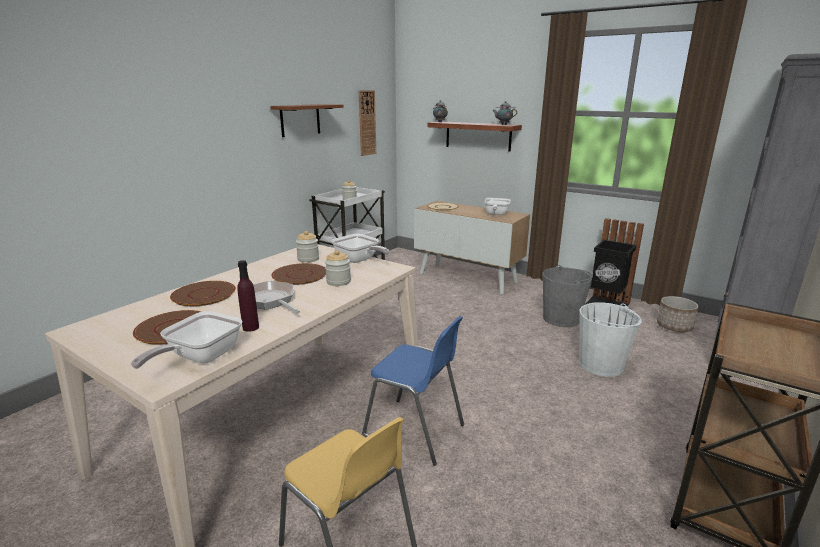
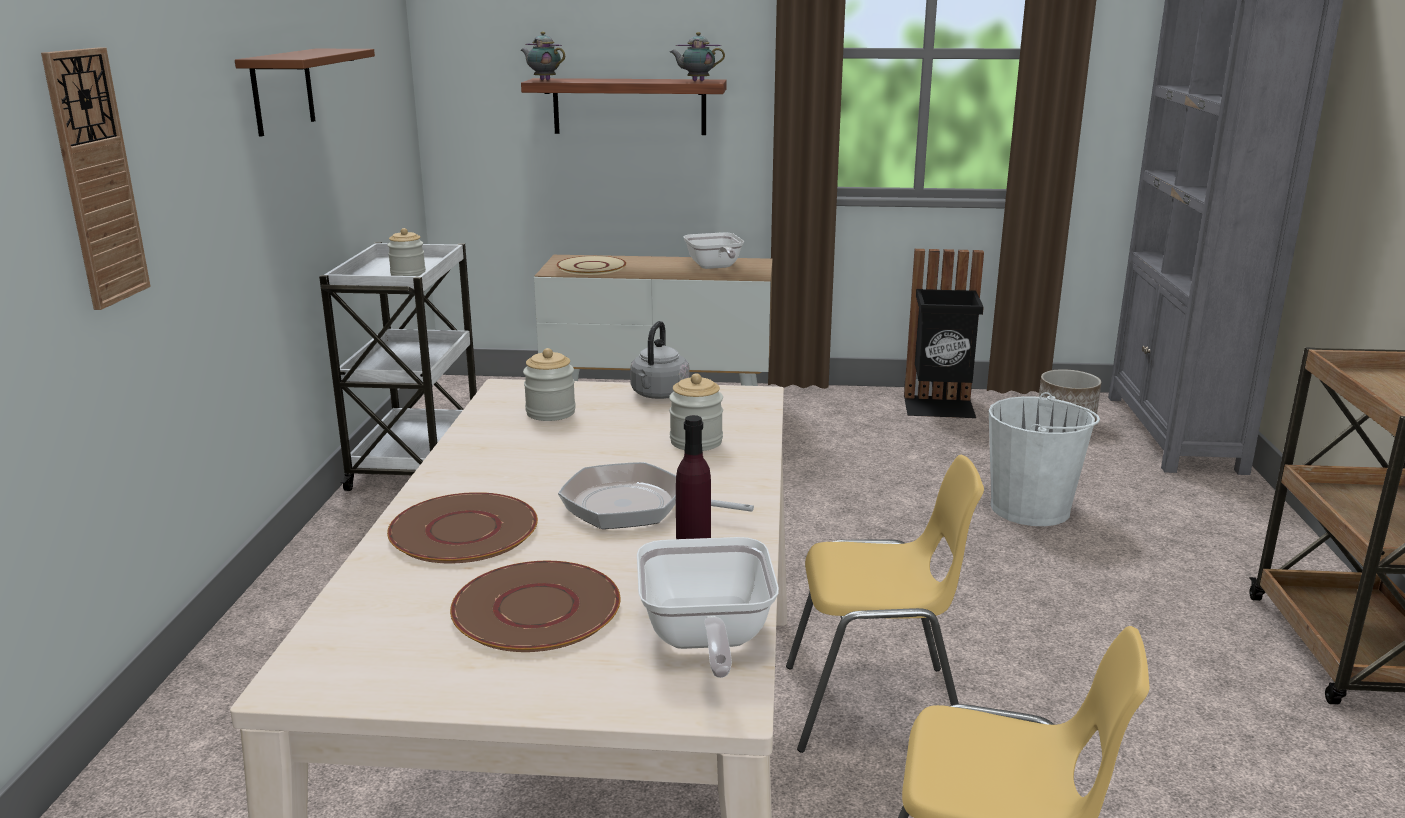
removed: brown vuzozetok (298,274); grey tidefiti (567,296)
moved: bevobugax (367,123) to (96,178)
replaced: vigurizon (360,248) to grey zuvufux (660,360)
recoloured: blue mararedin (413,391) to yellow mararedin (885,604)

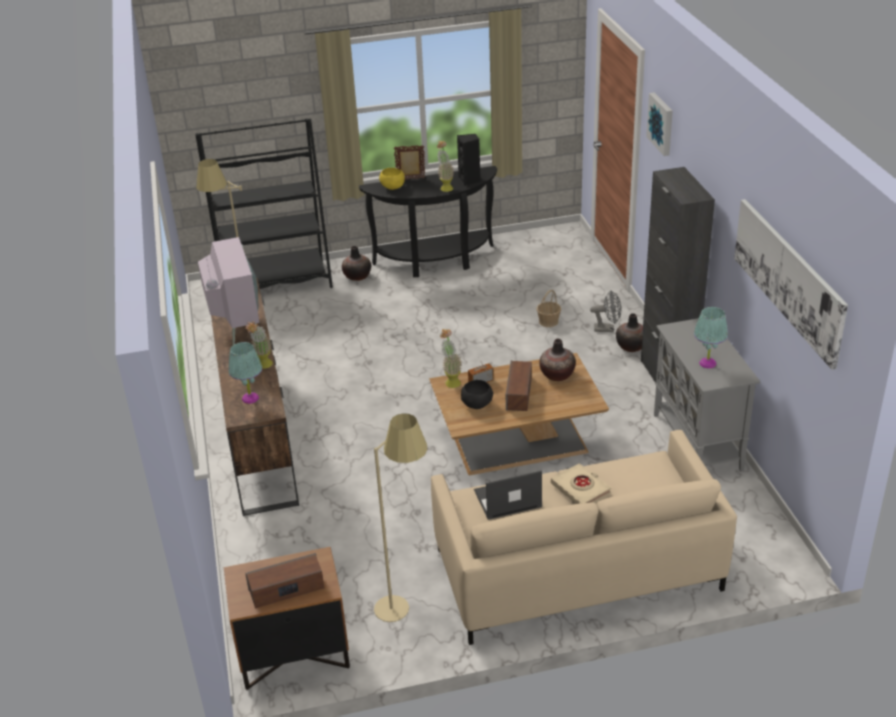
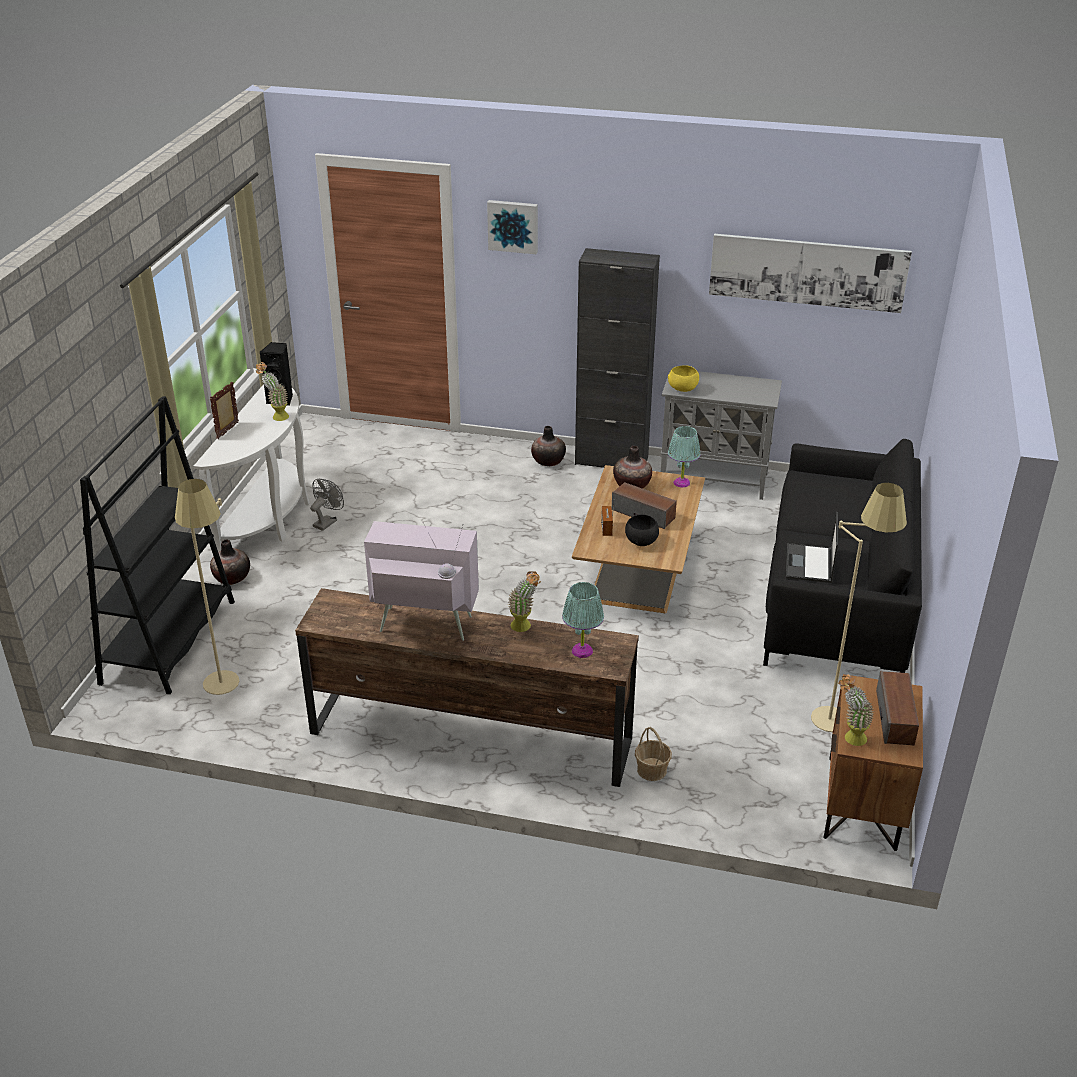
removed: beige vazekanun (581,483)
moved: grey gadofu (605,311) to (327,505); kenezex (549,308) to (653,754); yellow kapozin (392,179) to (683,378); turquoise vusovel (711,338) to (684,457); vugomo (451,358) to (856,710)
recoloured: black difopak (428,221) to white difopak (252,468); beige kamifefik (584,537) to black kamifefik (842,556)

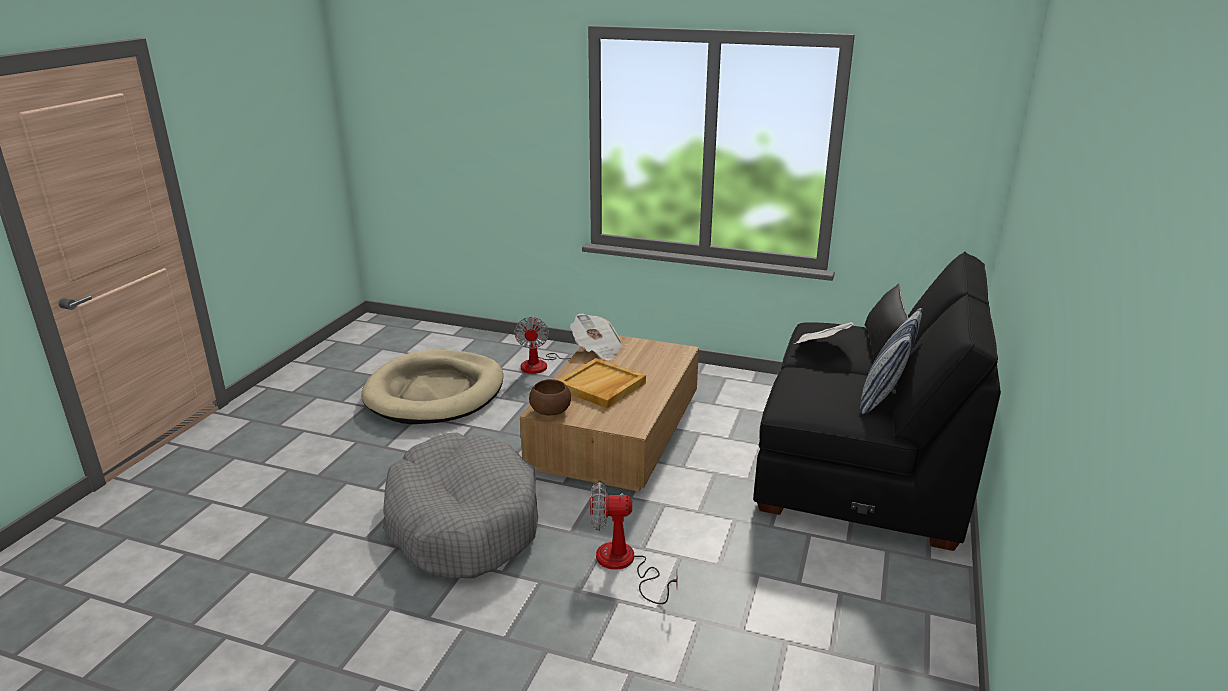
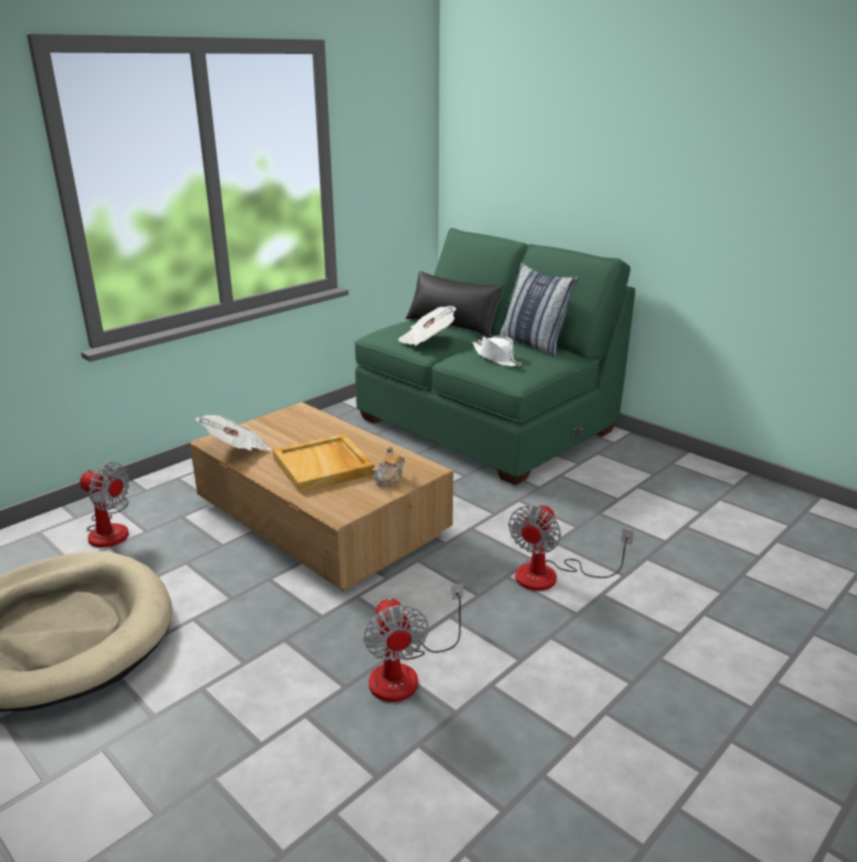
removed: brown kapozin (550,397)
added: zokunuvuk (389,466); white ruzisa (497,351)
replaced: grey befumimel (460,505) to gadofu (413,643)
recoloured: black kamifefik (877,401) to green kamifefik (494,356)

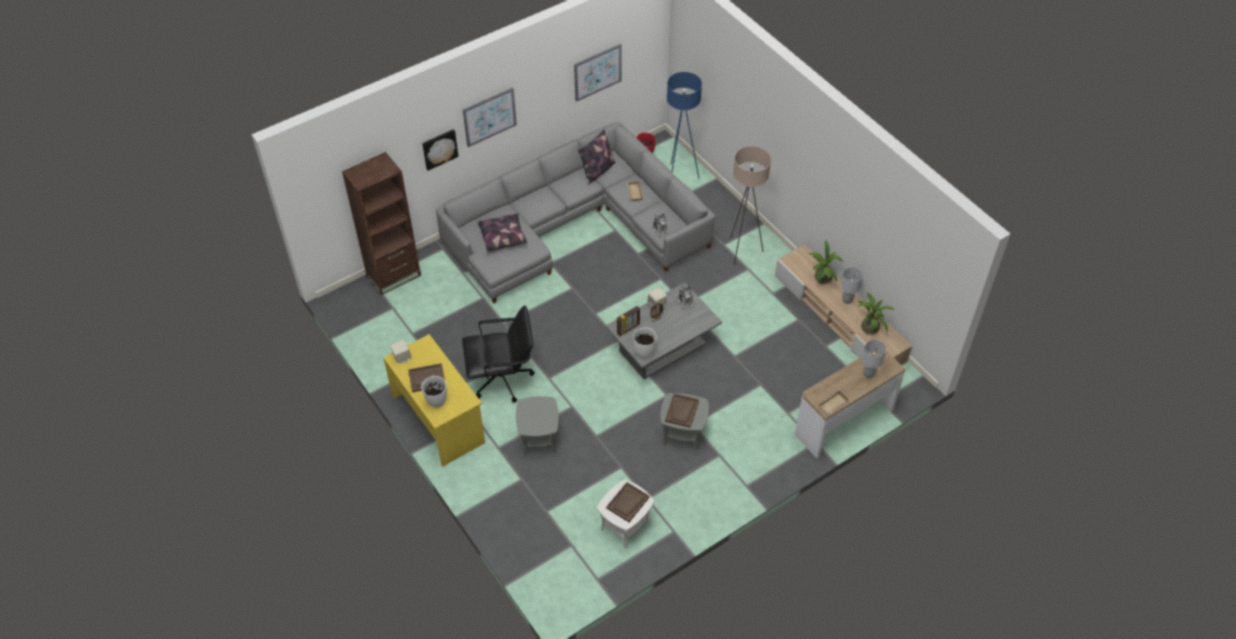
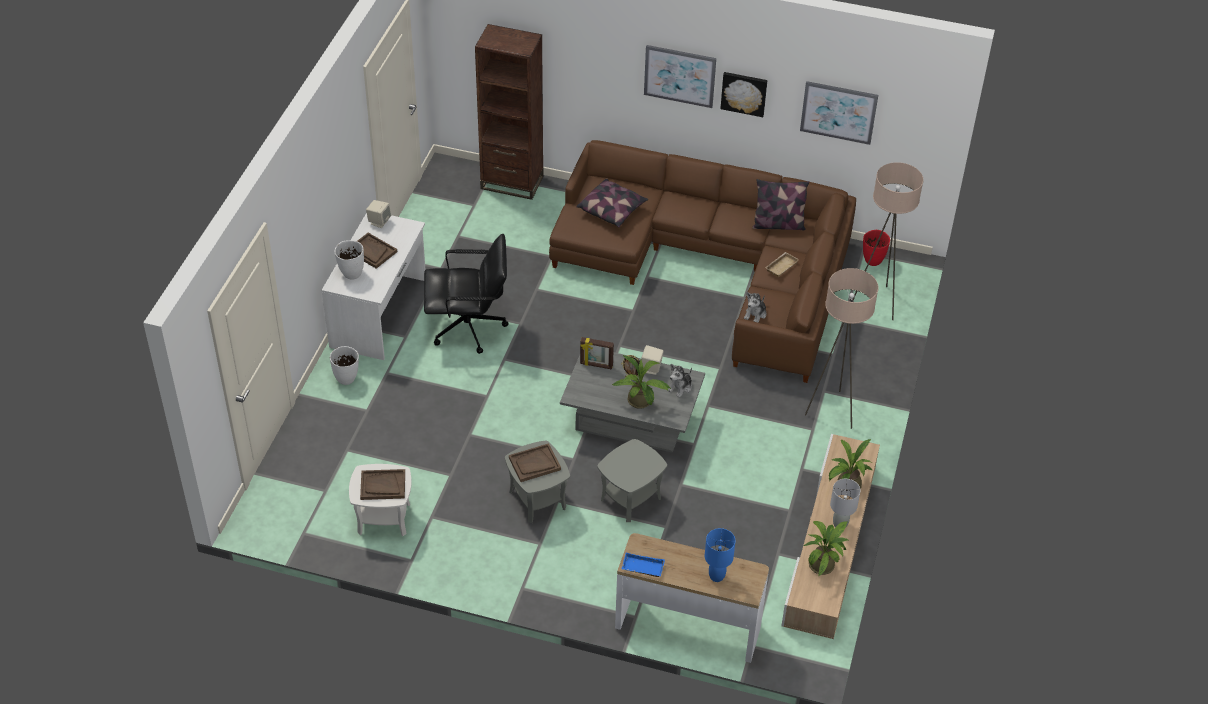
added: vugomo (641,382)
moved: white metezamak (645,343) to (344,365); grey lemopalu (537,425) to (632,480); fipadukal (440,150) to (743,94)
recoloured: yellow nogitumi (434,400) to white nogitumi (374,286); grey kamifefik (575,212) to brown kamifefik (702,261); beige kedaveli (834,402) to blue kedaveli (643,564); grey vusovel (874,359) to blue vusovel (720,555); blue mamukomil (684,125) to beige mamukomil (888,241)
turned: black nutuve (498,353) = (466,293) 45 degrees counterclockwise

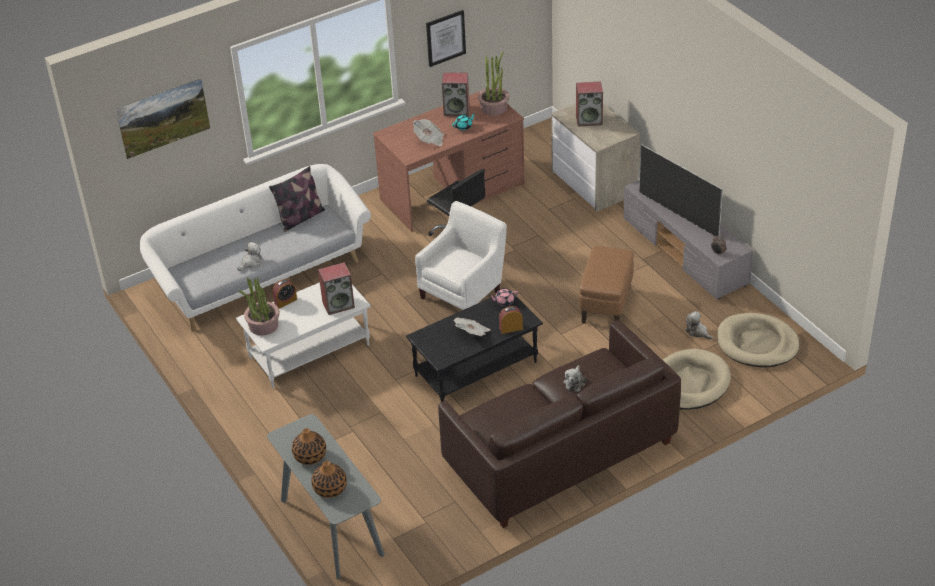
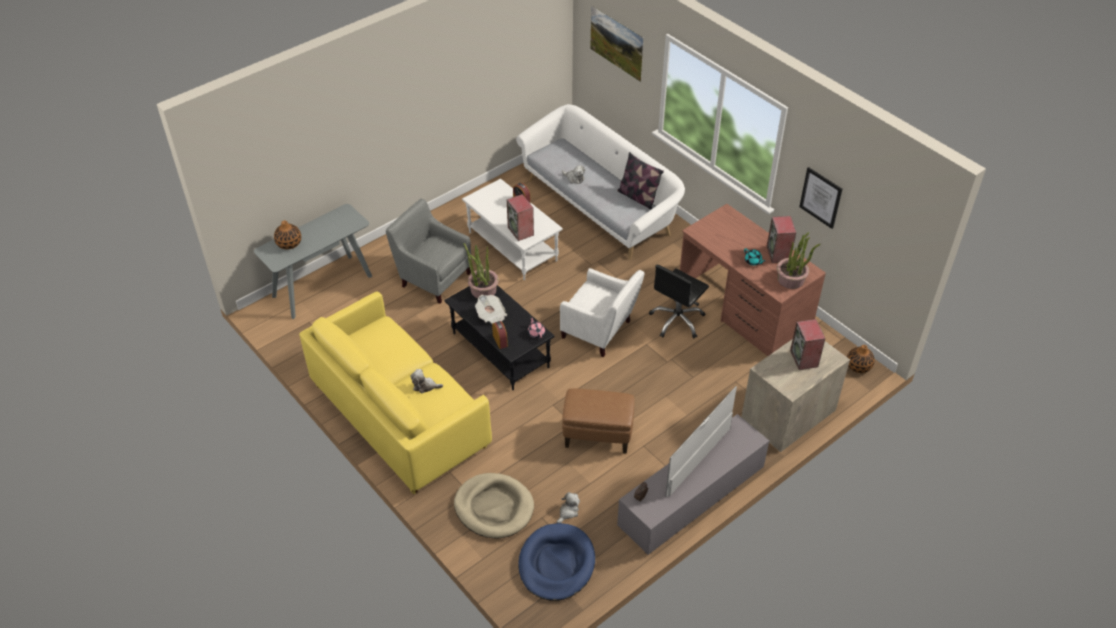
removed: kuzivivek (428,132)
added: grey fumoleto (429,251)
moved: vugomo (259,306) to (481,270); metezamak (309,446) to (861,359)
recoloured: brown kamifefik (559,424) to yellow kamifefik (395,392); beige befumimel (758,340) to blue befumimel (557,562)

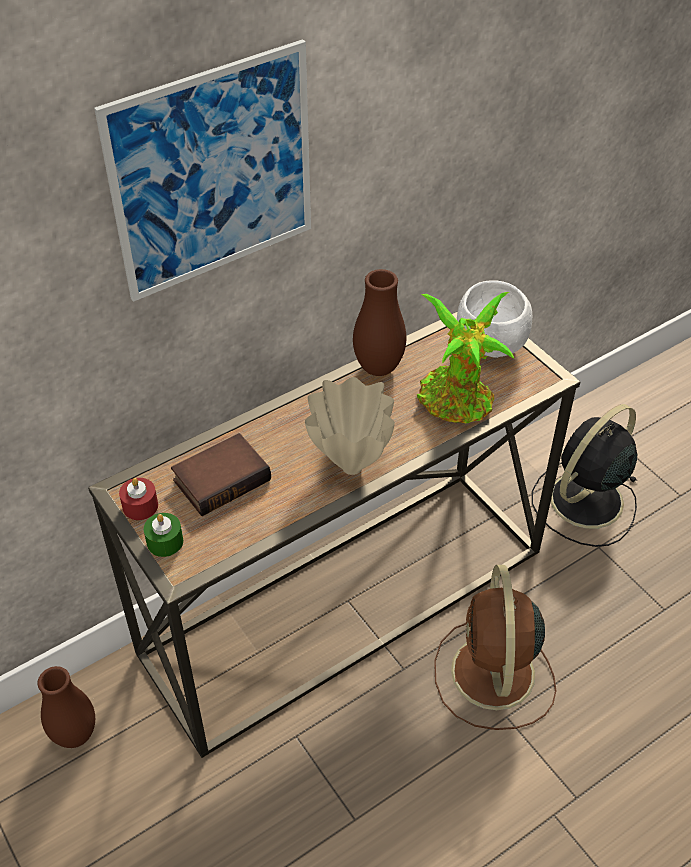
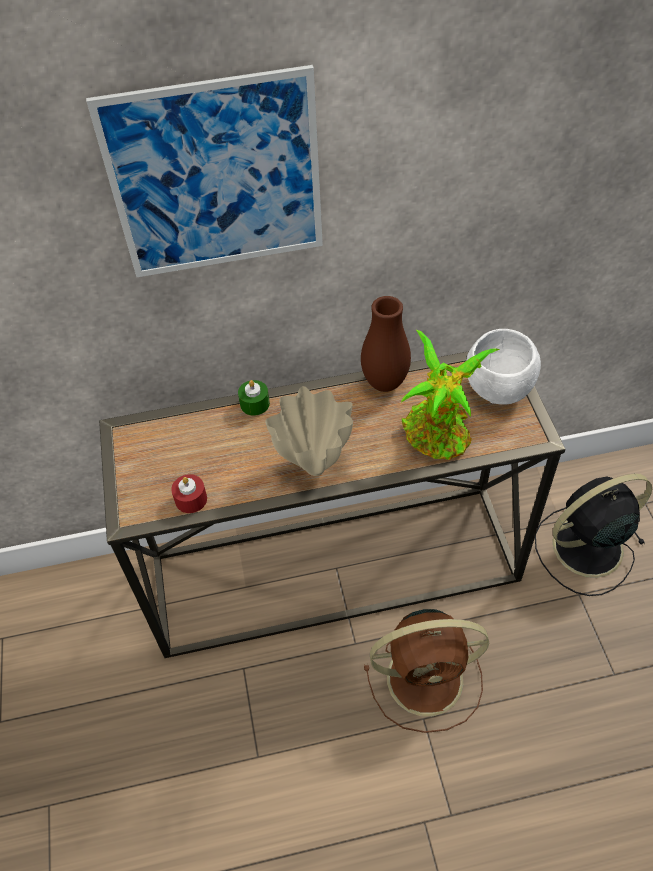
removed: brown metezamak (66,707); vazekanun (221,474)
moved: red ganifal (138,499) to (189,493); green ganifal (163,535) to (254,398)
turned: brown gadofu (495,647) = (426,671) 120 degrees counterclockwise

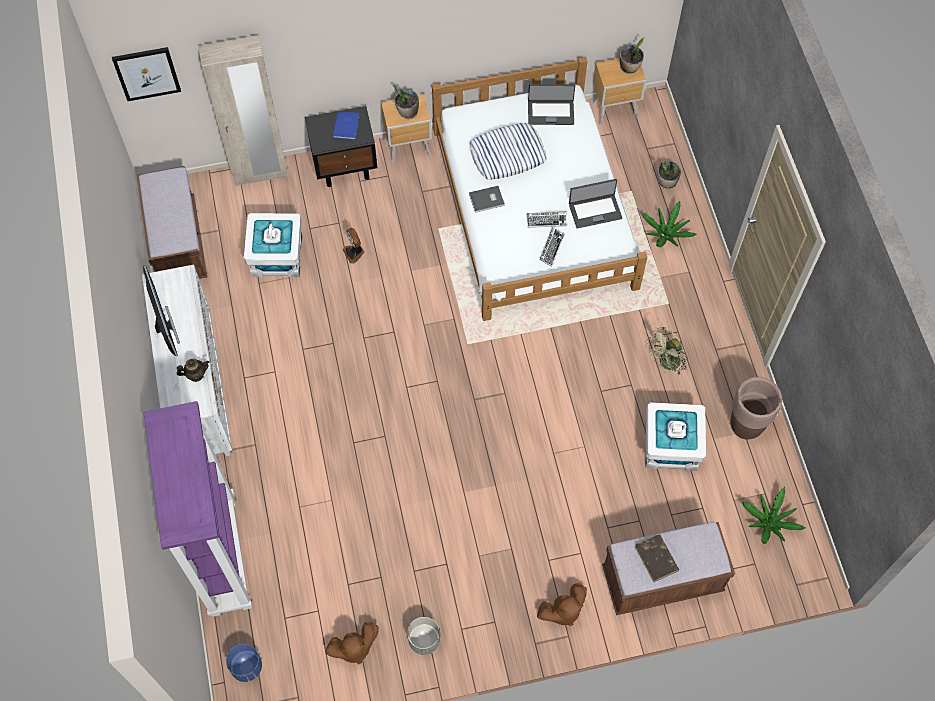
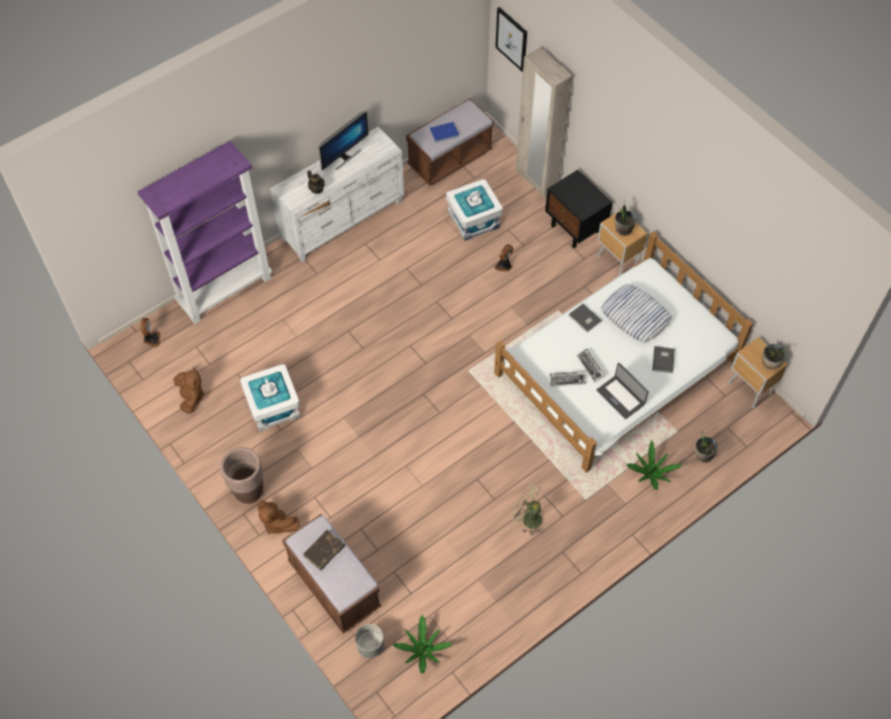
removed: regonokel (551,104)
added: grey vazekanun (663,359)
moved: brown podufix (756,408) to (242,475); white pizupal (675,436) to (270,398); grey podufix (423,636) to (369,641); blue vazekanun (346,125) to (444,132)
replaced: blue podufix (244,663) to gadofu (150,332)
turned: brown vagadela (352,642) = (189,390) 150 degrees counterclockwise

